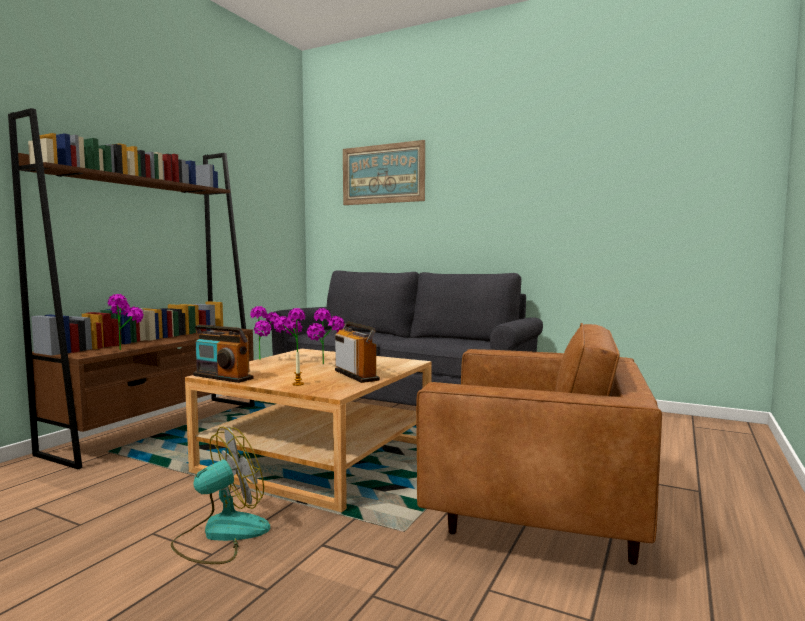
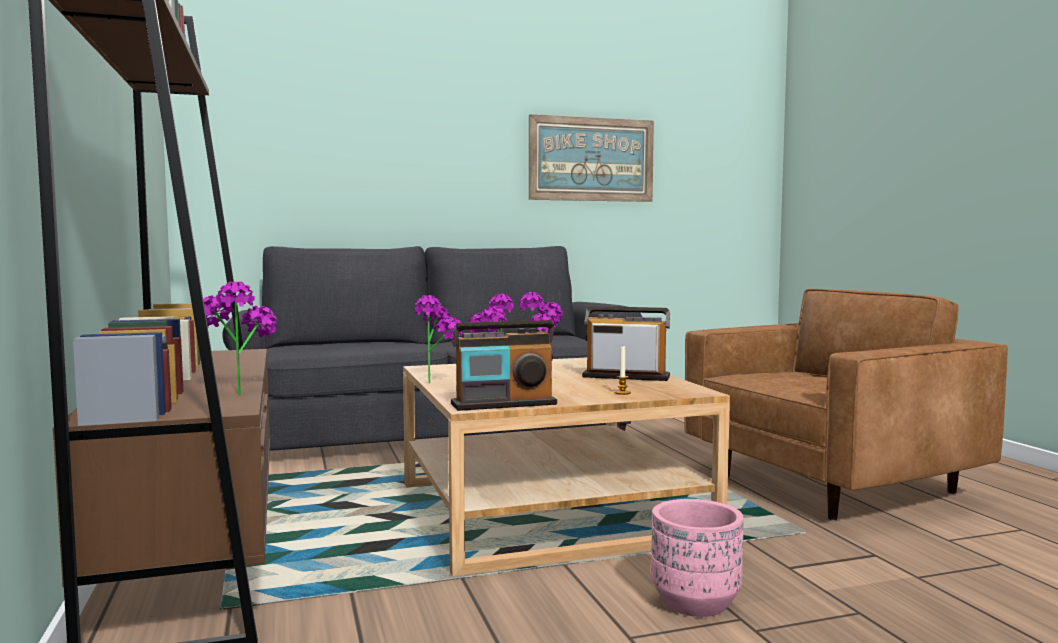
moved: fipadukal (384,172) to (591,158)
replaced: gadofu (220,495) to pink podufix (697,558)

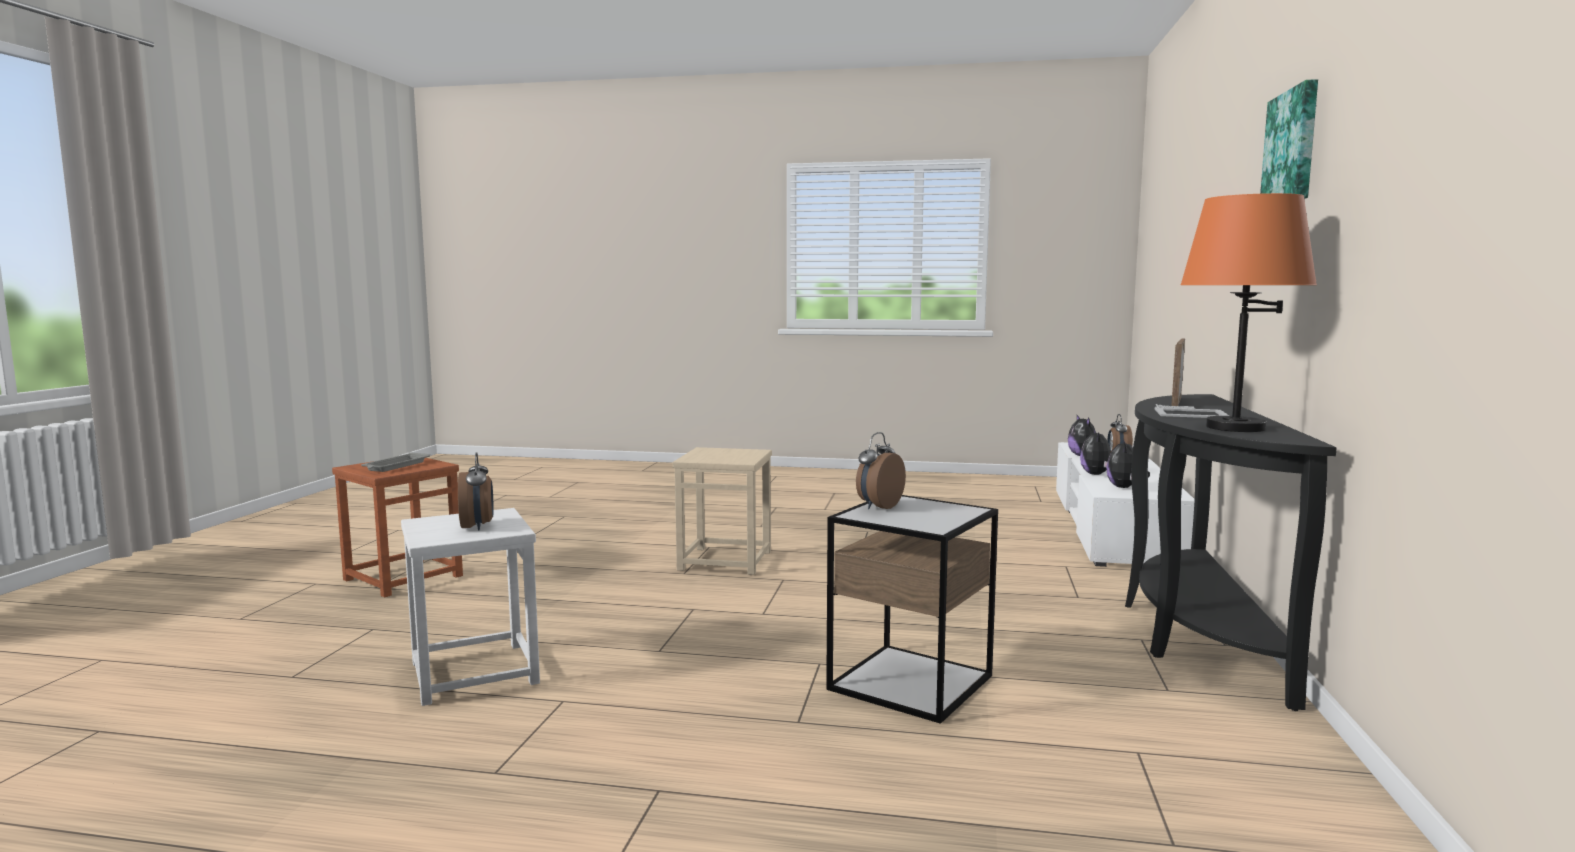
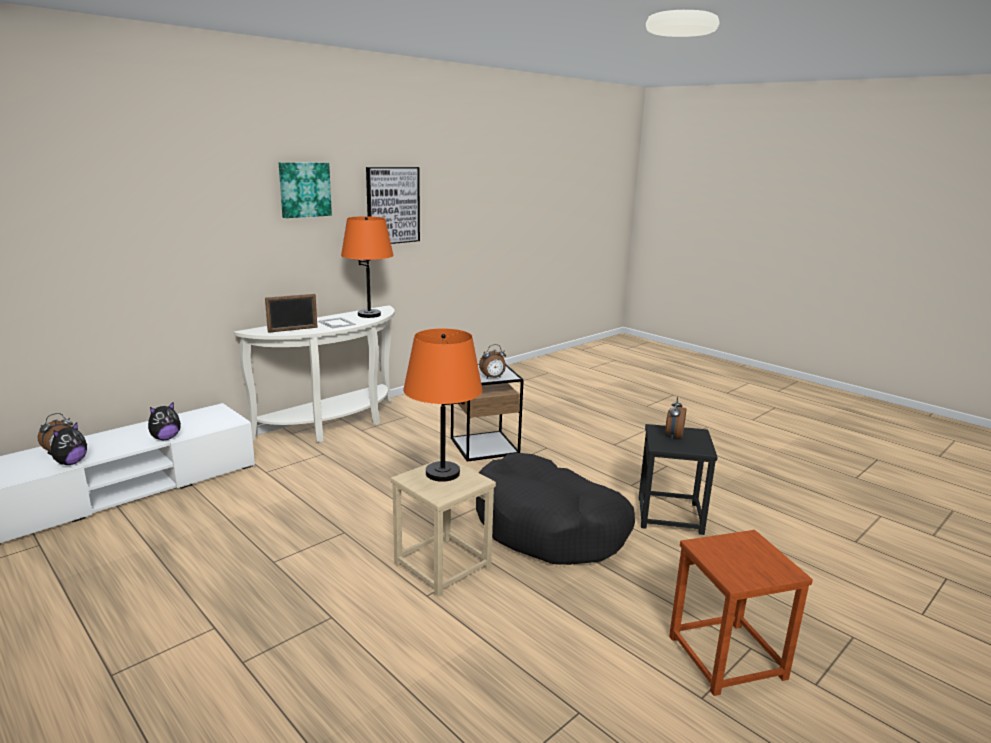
removed: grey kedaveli (395,462); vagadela (1128,463)
added: fipadukal (393,205); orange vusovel (443,405); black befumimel (555,509)
recoloured: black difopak (1231,552) to white difopak (314,374); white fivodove (470,607) to black fivodove (678,479)

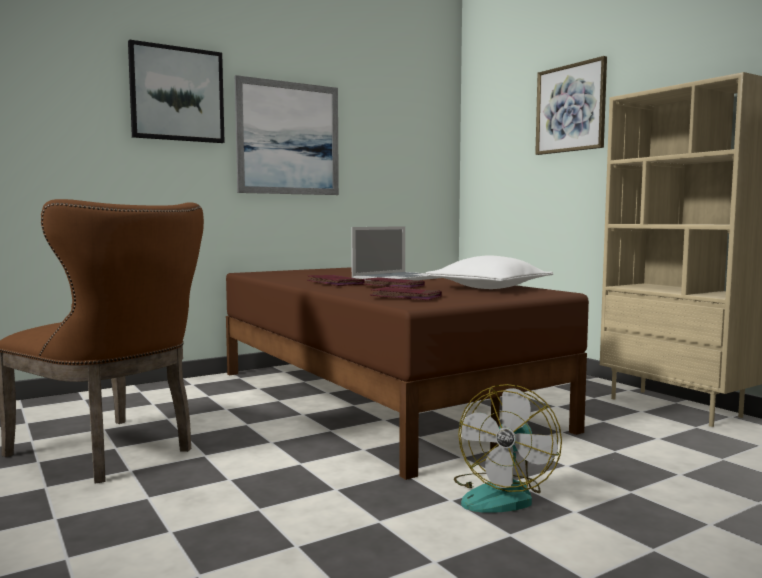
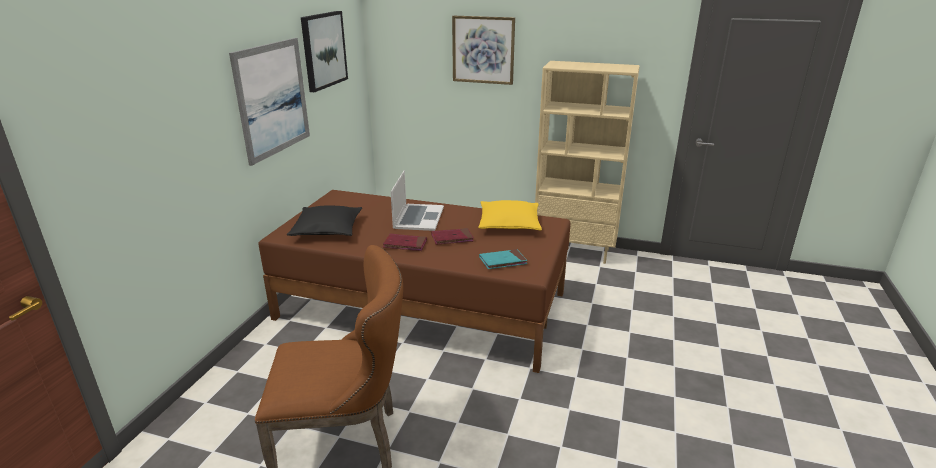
removed: gadofu (508,448)
added: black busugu (324,221)
moved: fipadukal (176,91) to (324,51)
recoloured: white busugu (489,272) to yellow busugu (510,215); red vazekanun (406,293) to turquoise vazekanun (503,259)

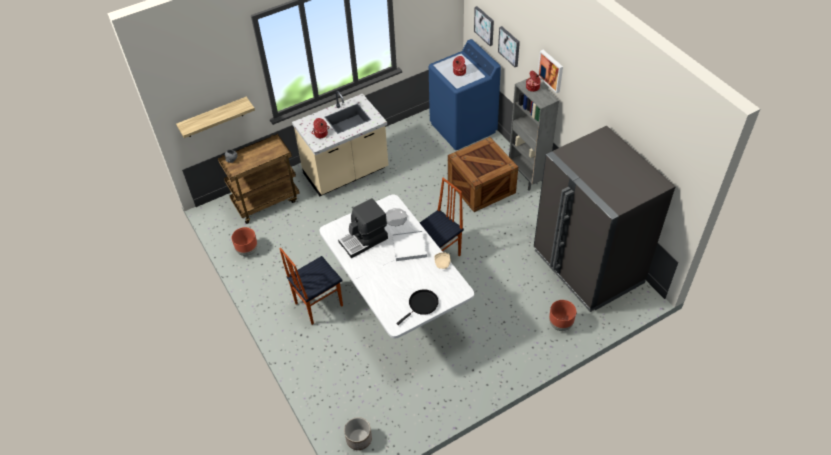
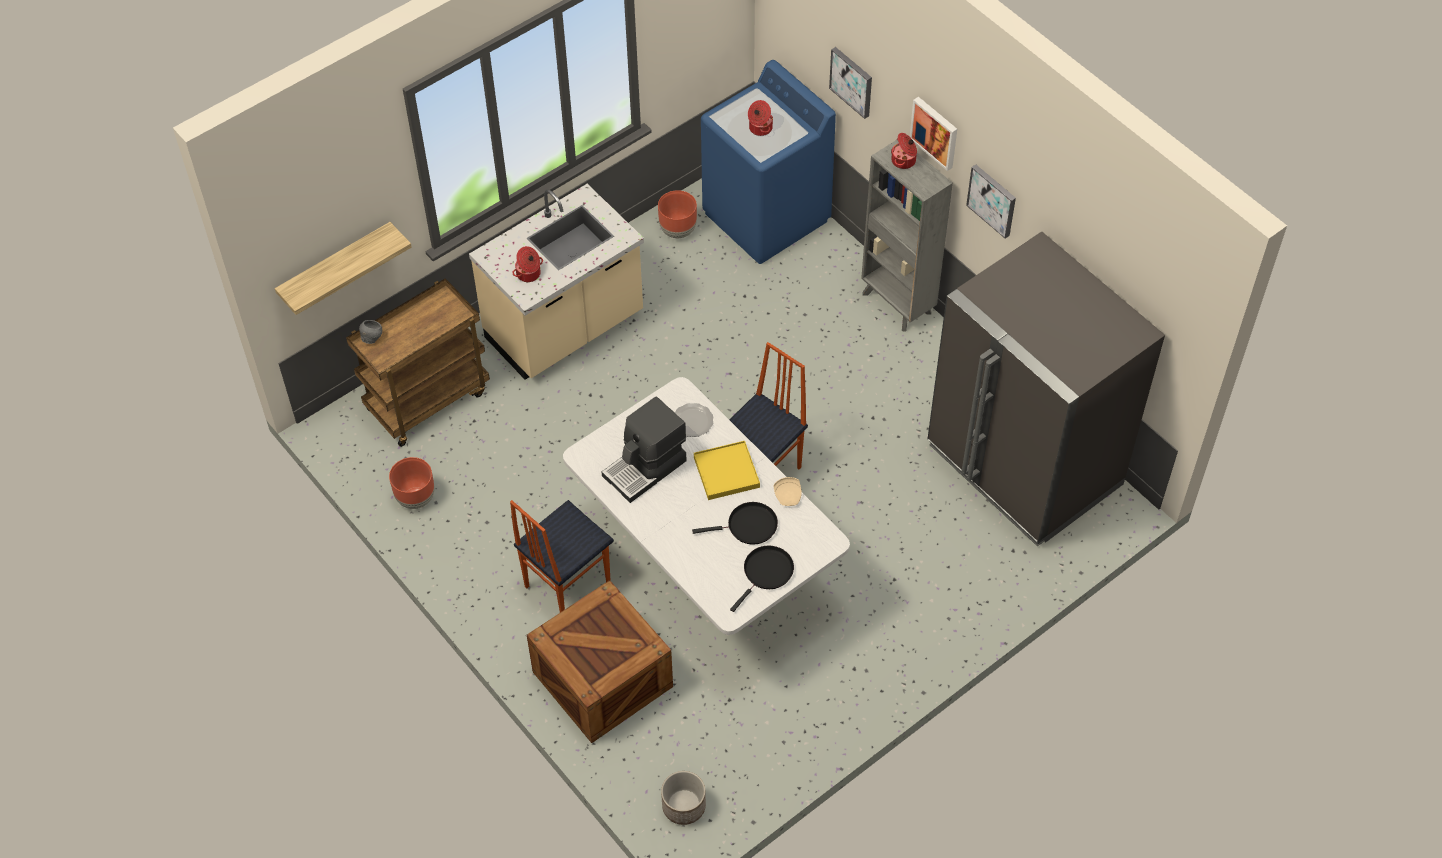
added: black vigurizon (735,523)
moved: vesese (483,174) to (600,661); brown podufix (562,315) to (677,214); fipadukal (484,26) to (991,202)
recoloured: white kedaveli (409,245) to yellow kedaveli (727,470)

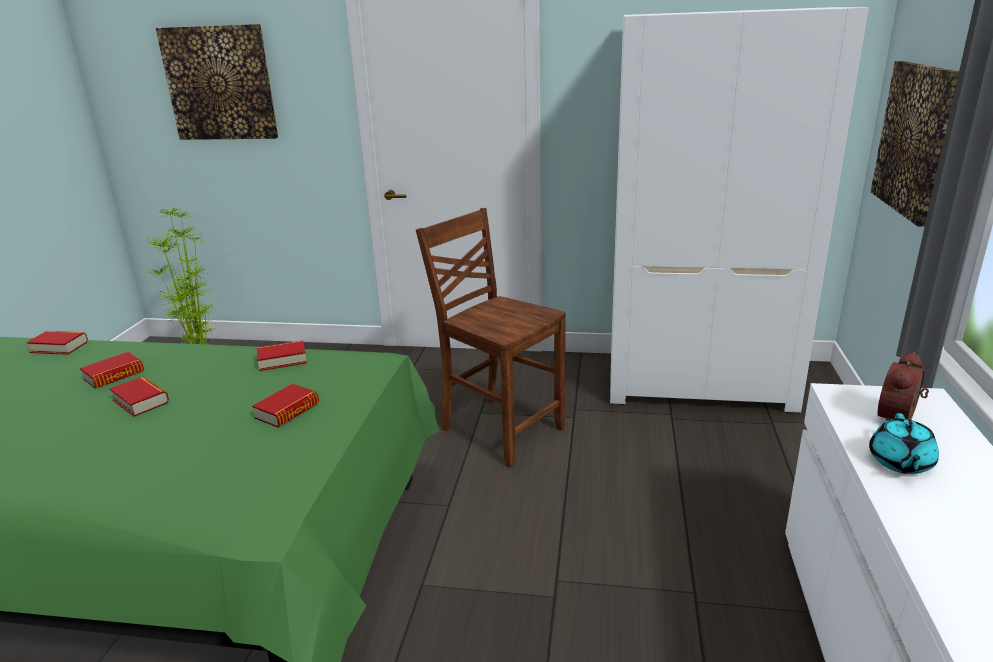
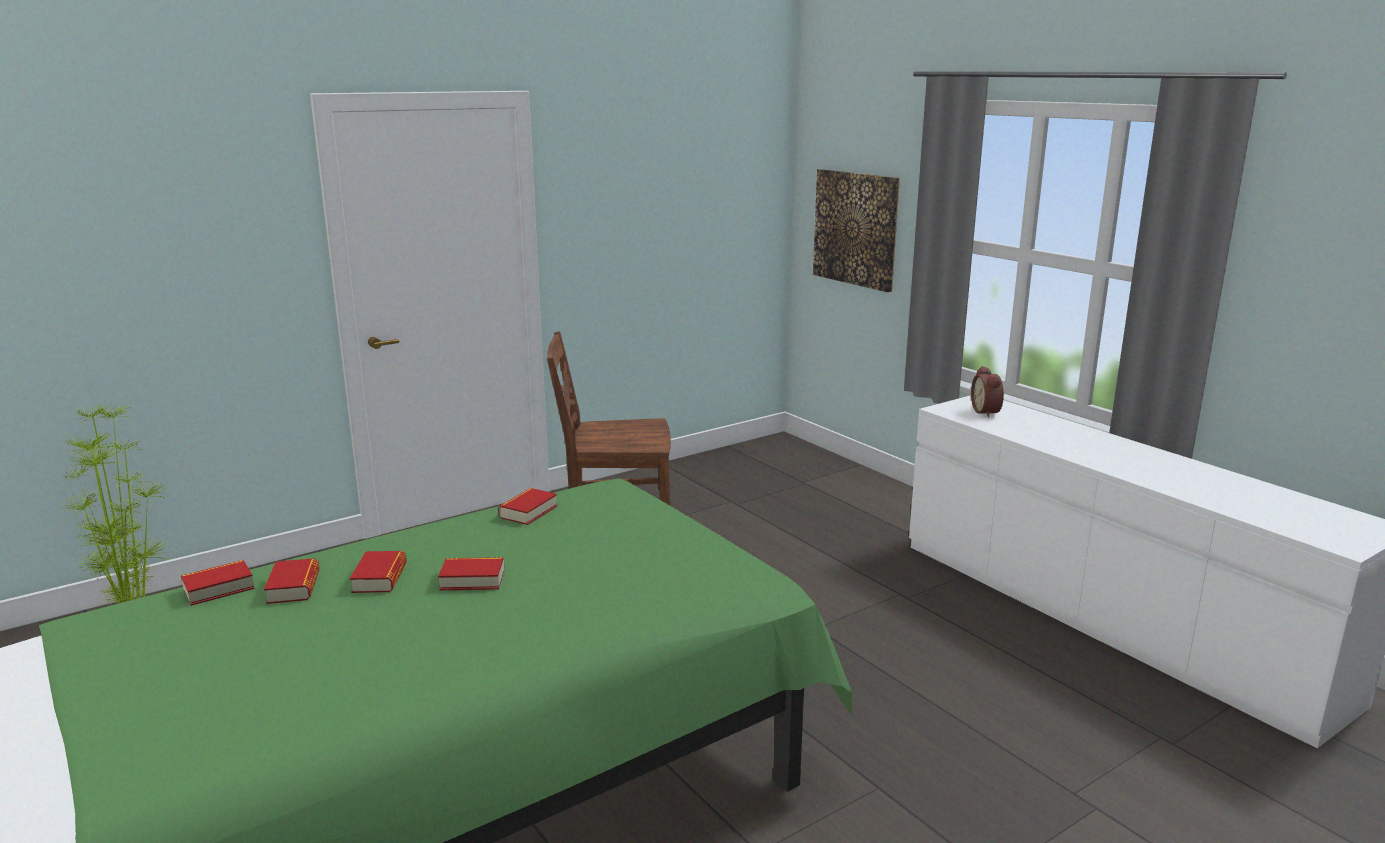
removed: fipadukal (217,82); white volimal (739,210); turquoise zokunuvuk (904,443)
moved: vazekanun (285,405) to (292,581)

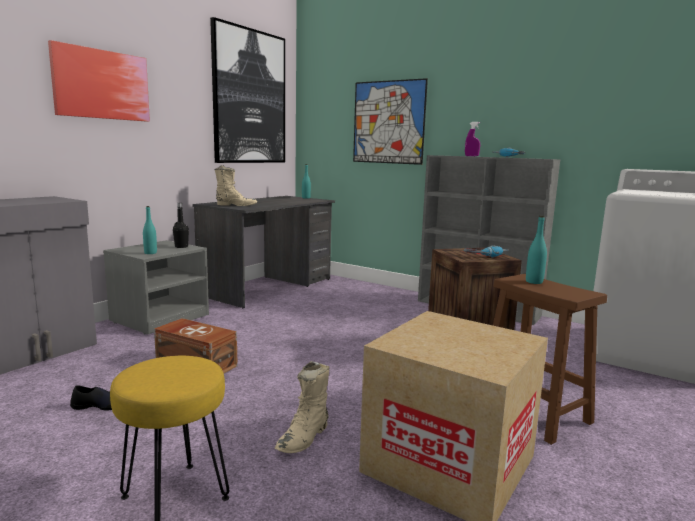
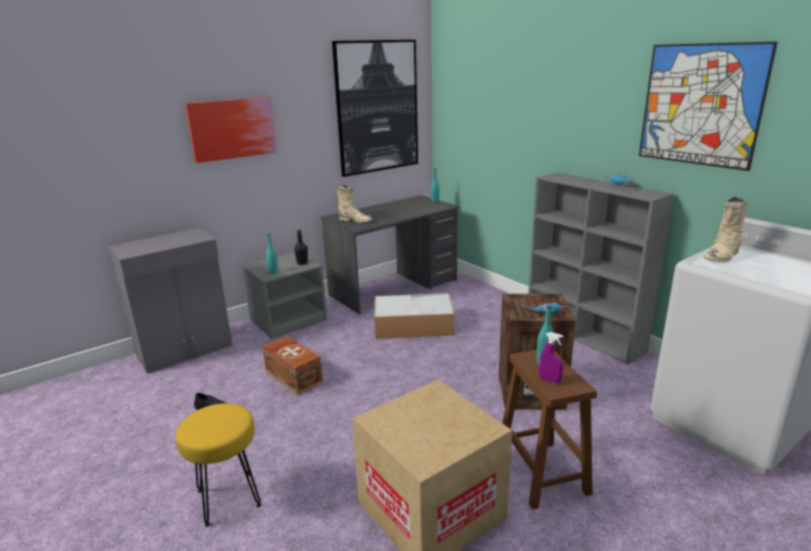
added: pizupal (414,316)
moved: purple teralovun (472,139) to (551,357); fipadukal (390,121) to (708,106); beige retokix (302,407) to (725,229)

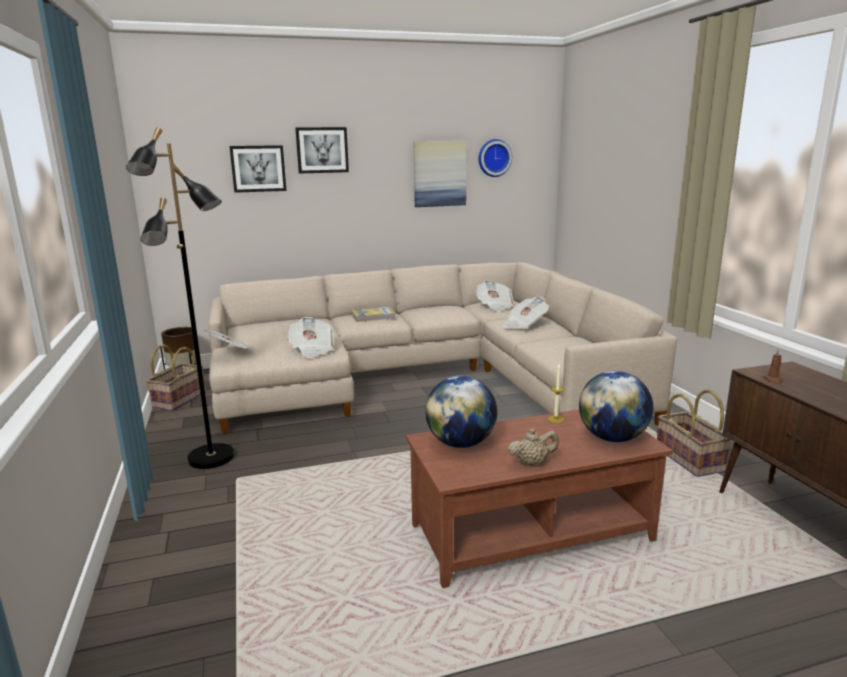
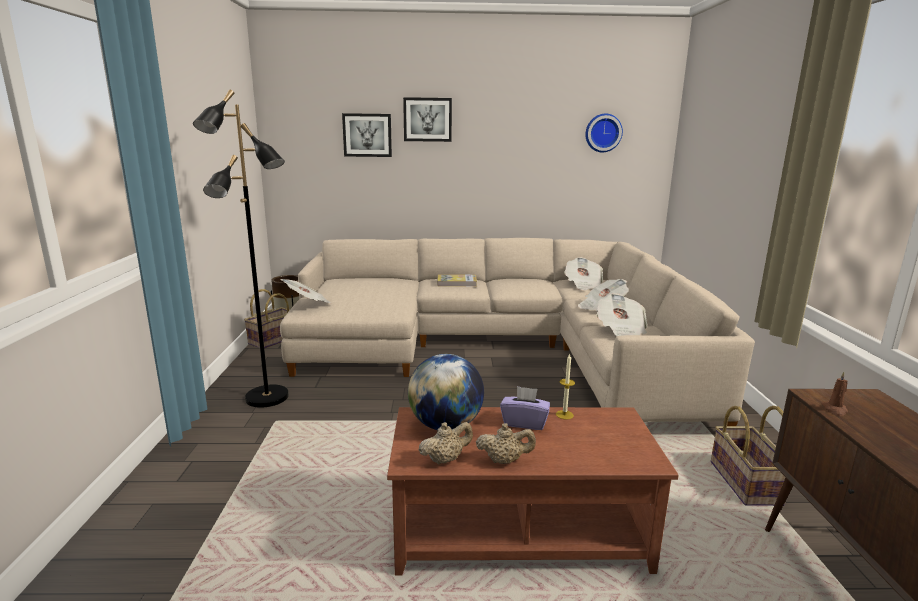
removed: fipadukal (440,174); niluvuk (616,406)
added: beige zokunuvuk (446,443); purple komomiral (525,408)
moved: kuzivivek (310,337) to (621,315)

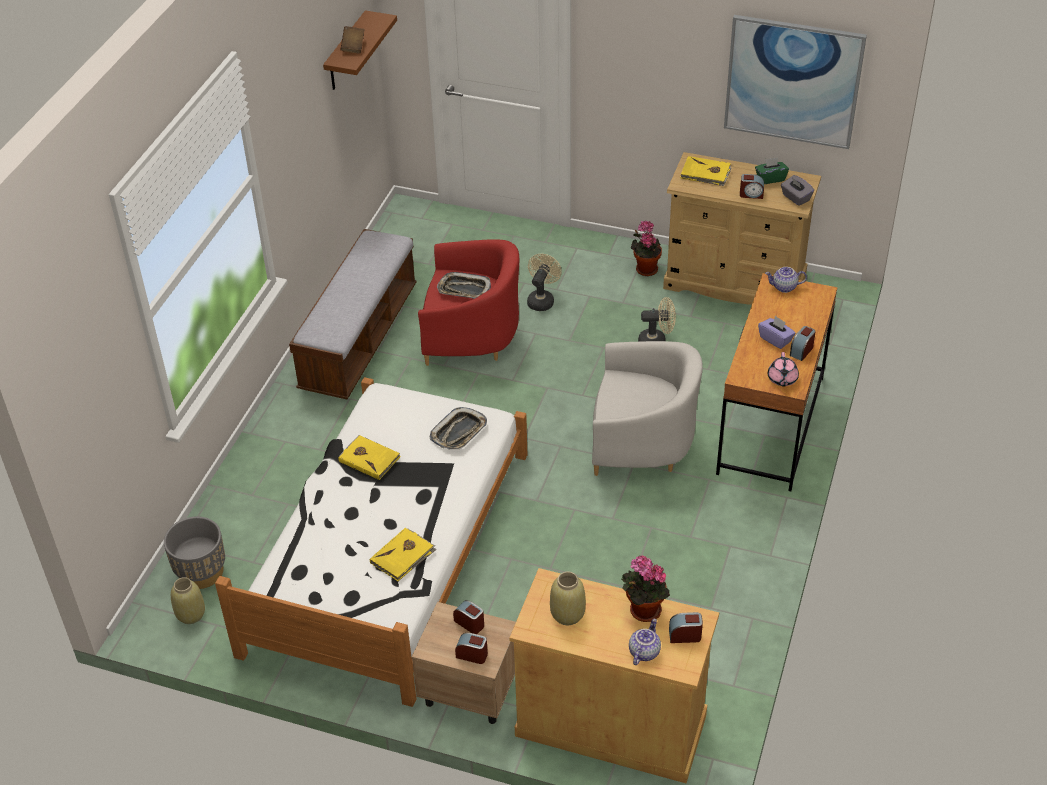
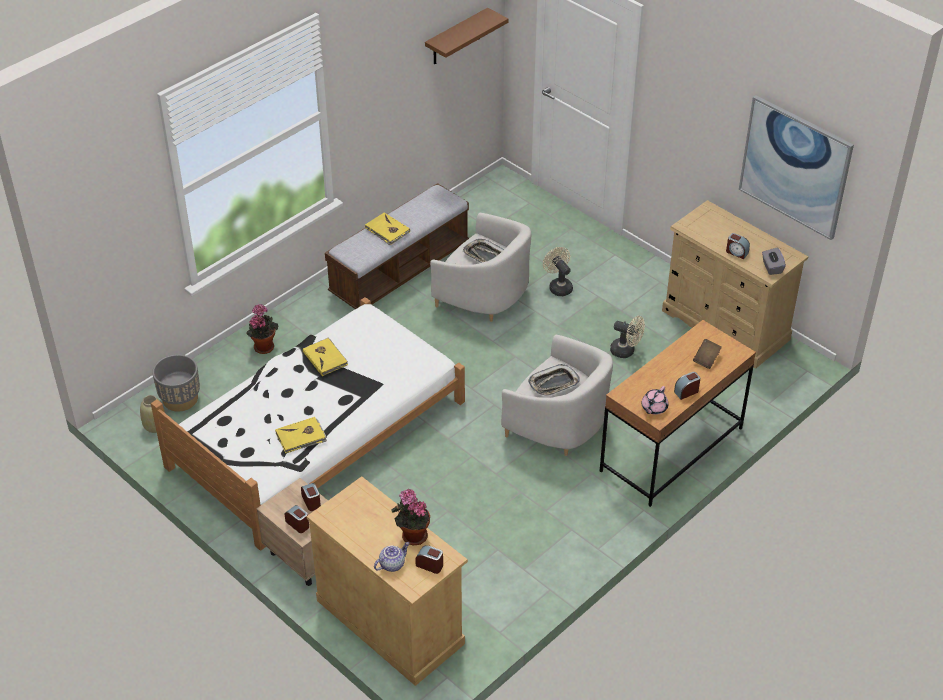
removed: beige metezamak (568,598); green komomiral (772,170); purple komomiral (777,332); zokunuvuk (786,280)
moved: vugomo (646,248) to (262,329); yellow vazekanun (705,171) to (387,229); kedaveli (458,428) to (554,380); brown vazekanun (352,40) to (707,354)
recoloured: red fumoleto (469,303) to white fumoleto (480,267)
turned: beige gadofu (544,282) = (558,271) 75 degrees counterclockwise

